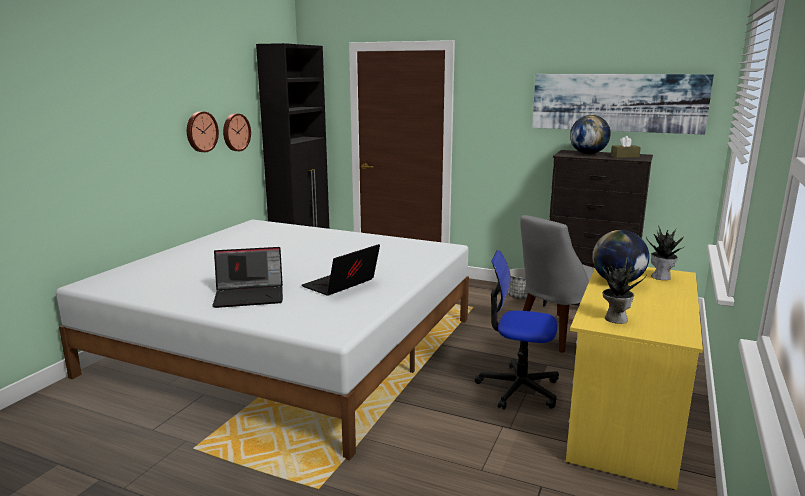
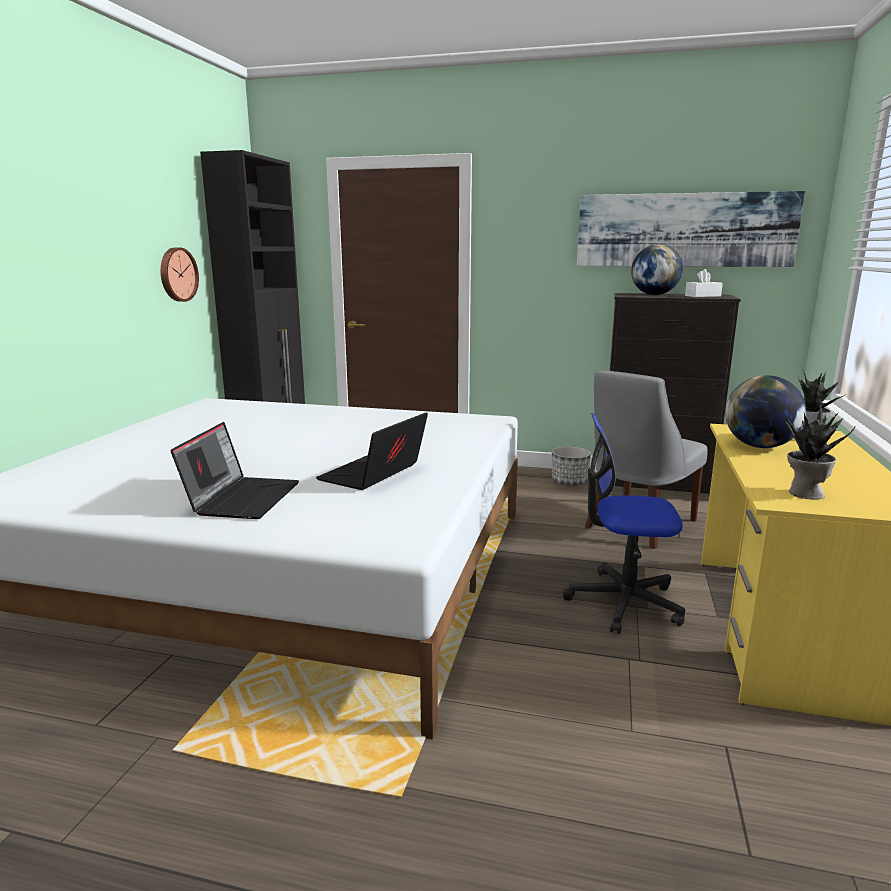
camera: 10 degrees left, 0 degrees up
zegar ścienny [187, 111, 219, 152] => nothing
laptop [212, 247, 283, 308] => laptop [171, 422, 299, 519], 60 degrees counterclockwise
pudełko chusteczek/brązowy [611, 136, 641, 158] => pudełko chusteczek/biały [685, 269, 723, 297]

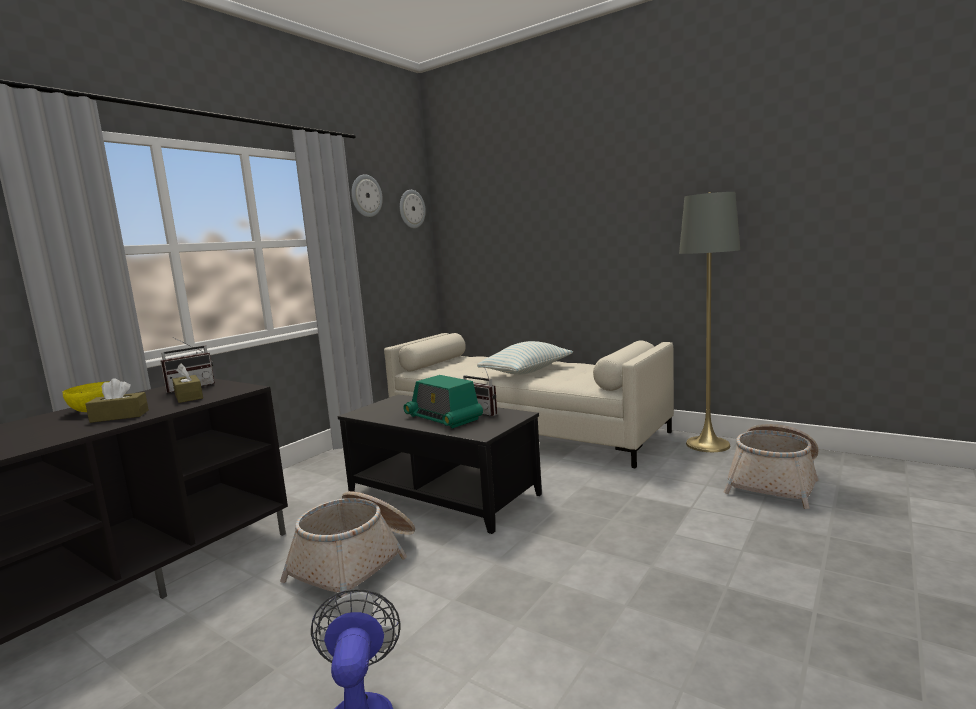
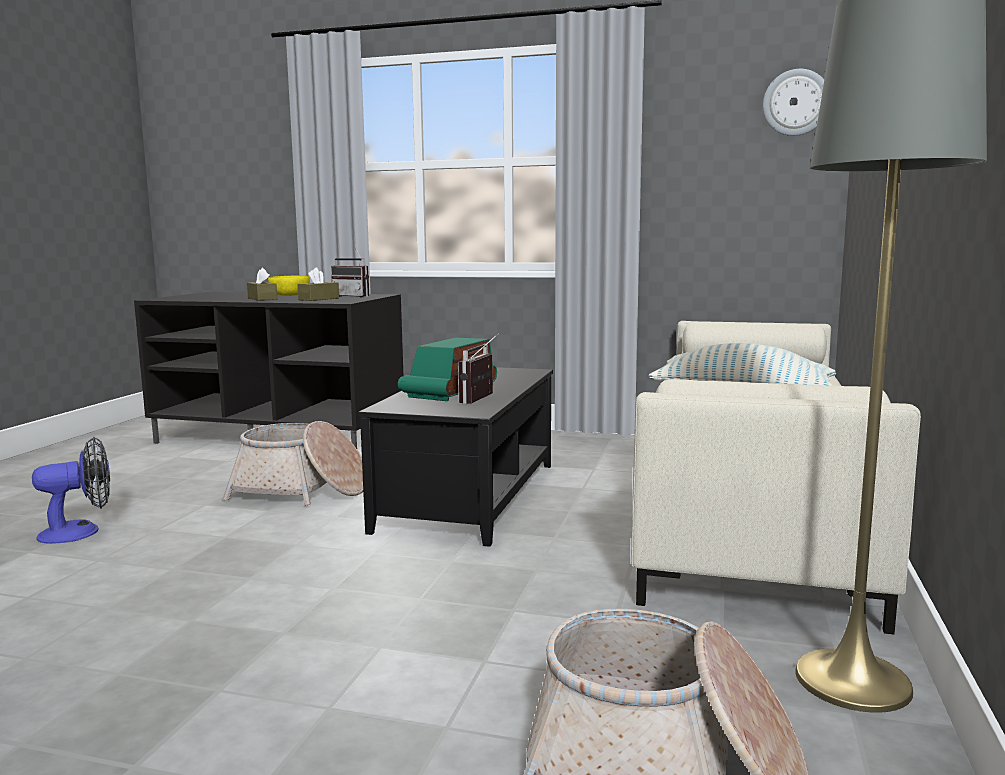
camera: 70 degrees right, 0 degrees up
zegar ścienny [351, 174, 383, 217] => nothing

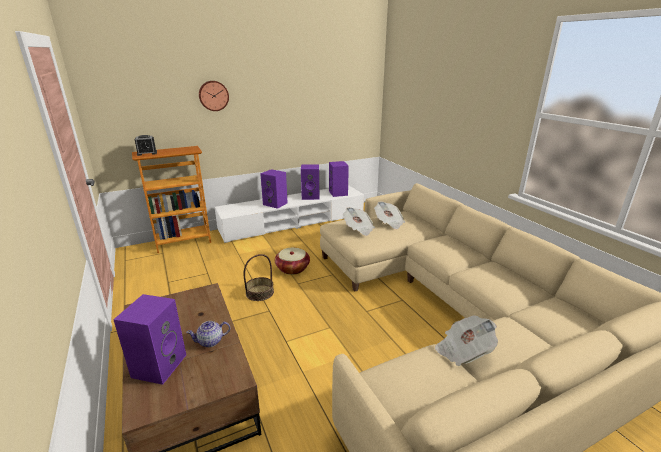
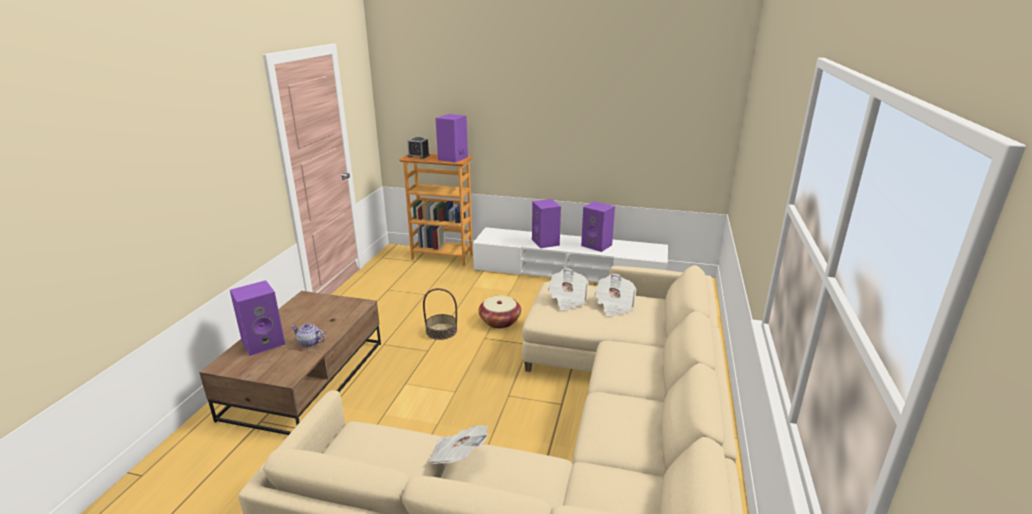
camera: 40 degrees right, 0 degrees up
zegar ścienny [199, 81, 229, 111] => nothing
głośnik/fioletowy [329, 161, 349, 197] => głośnik/fioletowy [436, 114, 468, 163], moved

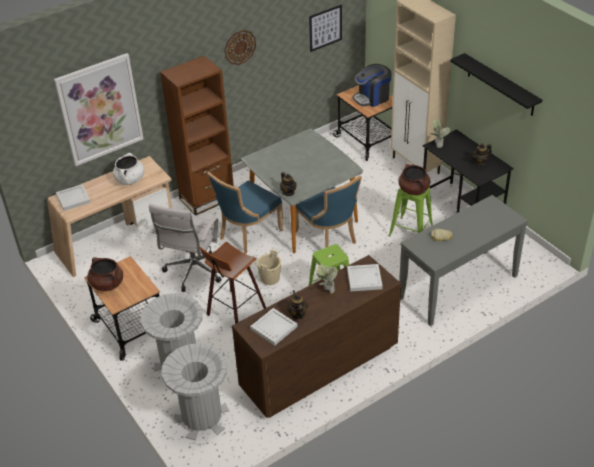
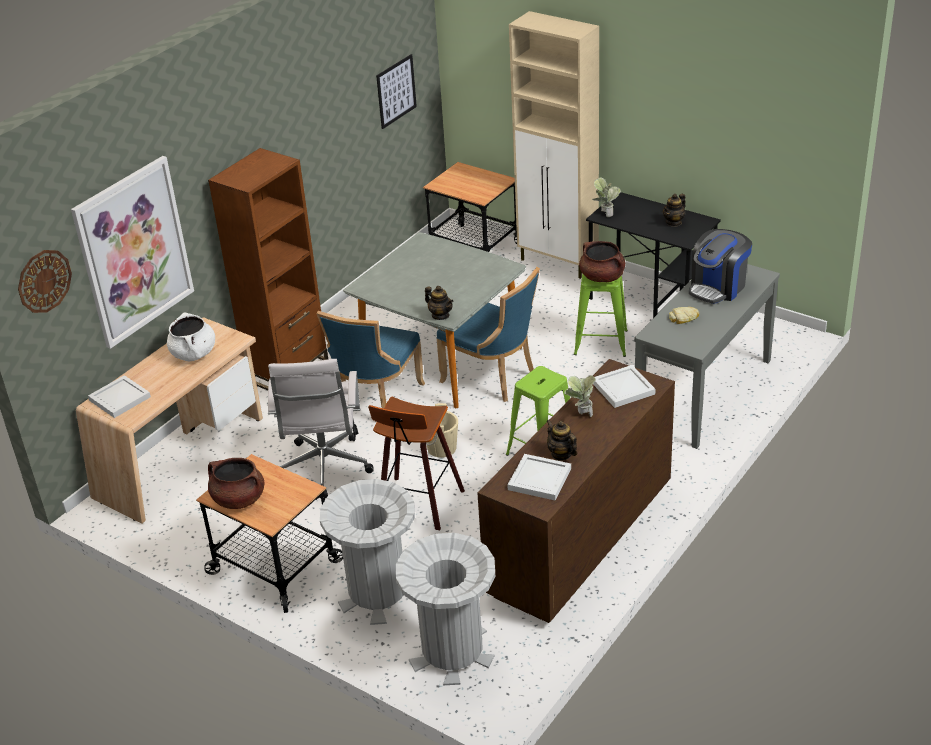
camera: 20 degrees left, 5 degrees down
zegar ścienny [225, 30, 256, 65] => zegar ścienny [18, 250, 72, 313], moved
ekspres do kawy [353, 64, 392, 107] => ekspres do kawy [689, 229, 752, 304], moved
półka/czarny [450, 53, 542, 116] => nothing

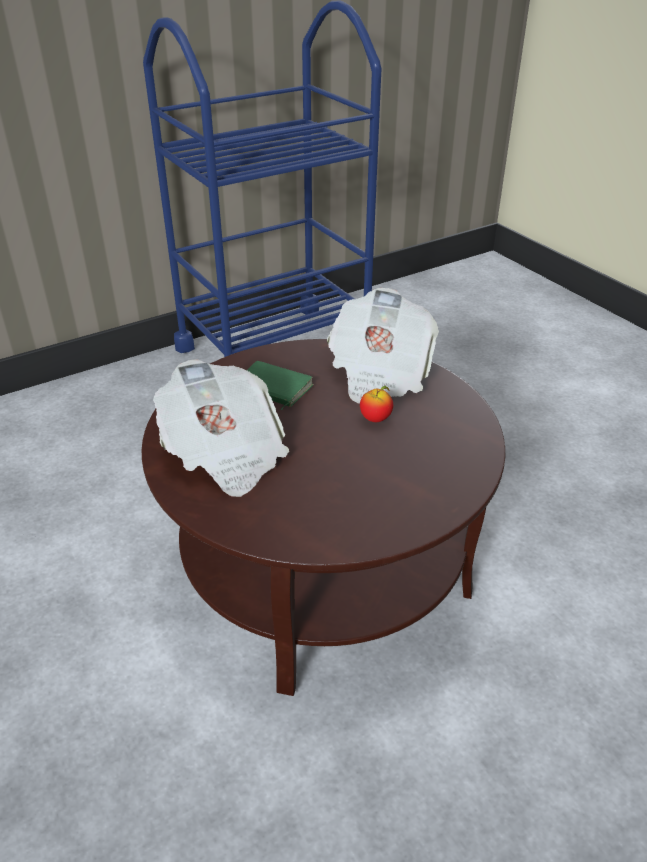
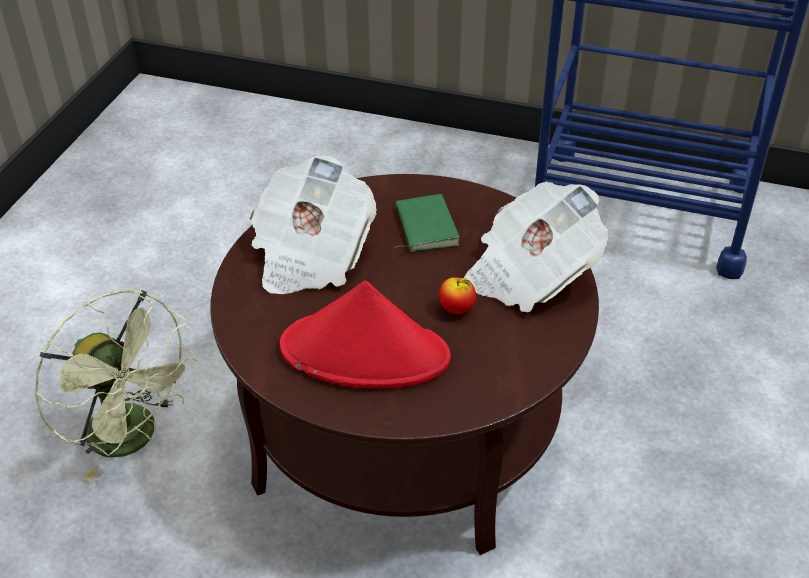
camera: 50 degrees right, 5 degrees up
nothing => wentylator/zielony [34, 289, 198, 482]
nothing => kapelusz/czerwony [280, 281, 451, 389]

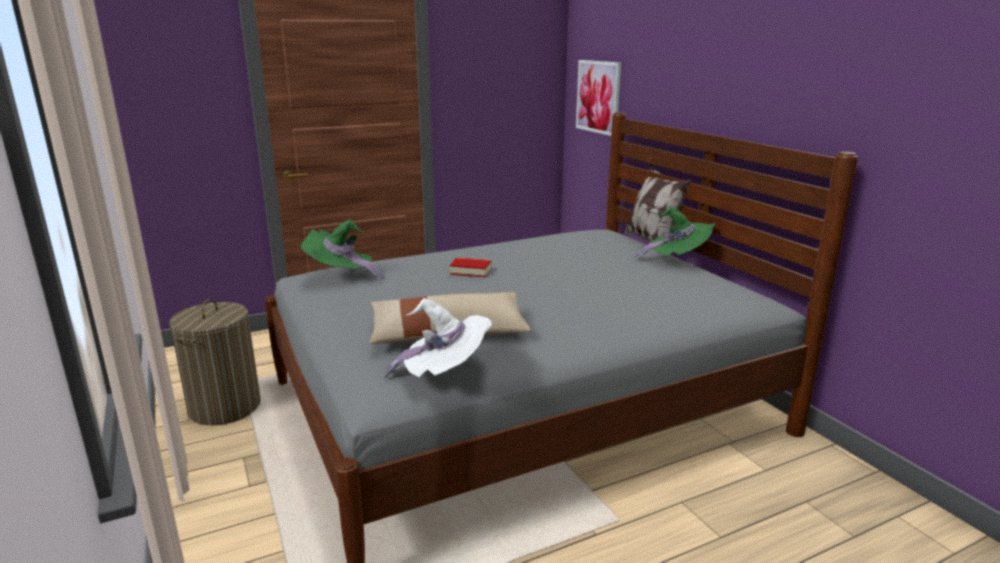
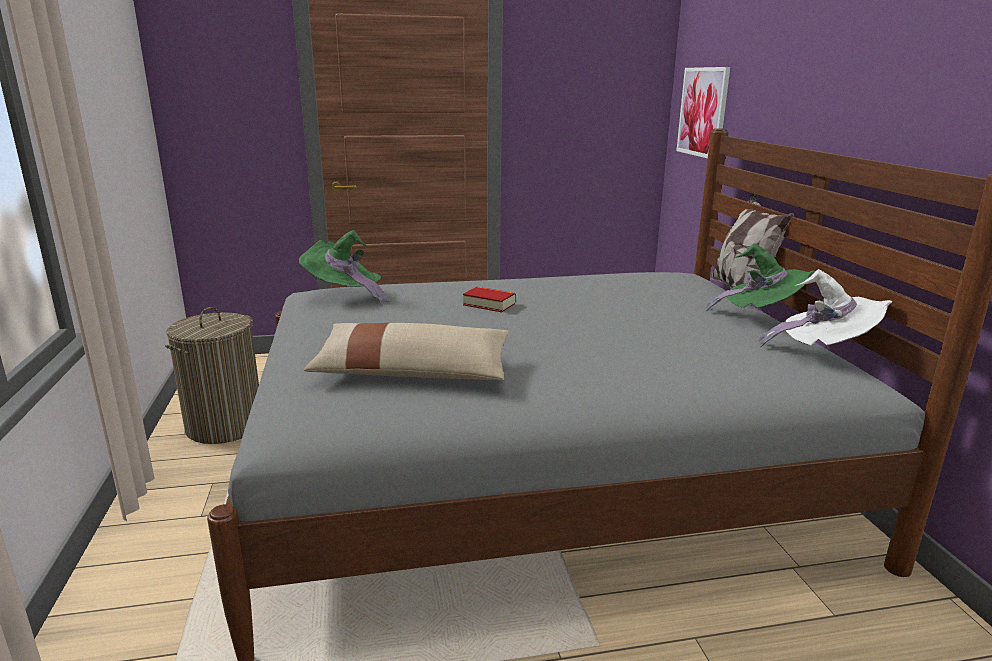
camera: 15 degrees right, 0 degrees up
kapelusz/biały [385, 298, 492, 378] => kapelusz/biały [759, 269, 892, 347], moved

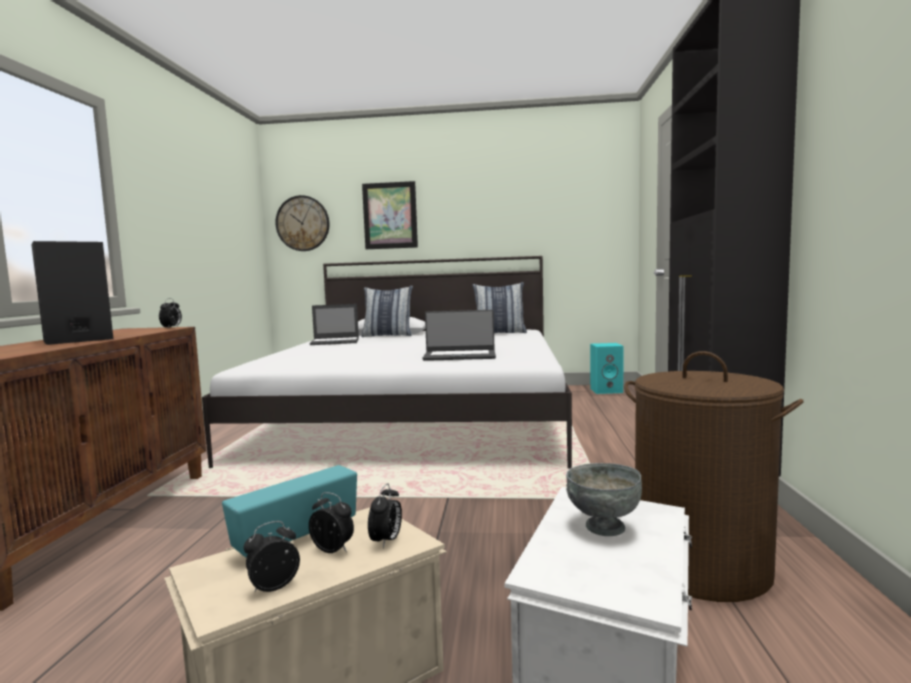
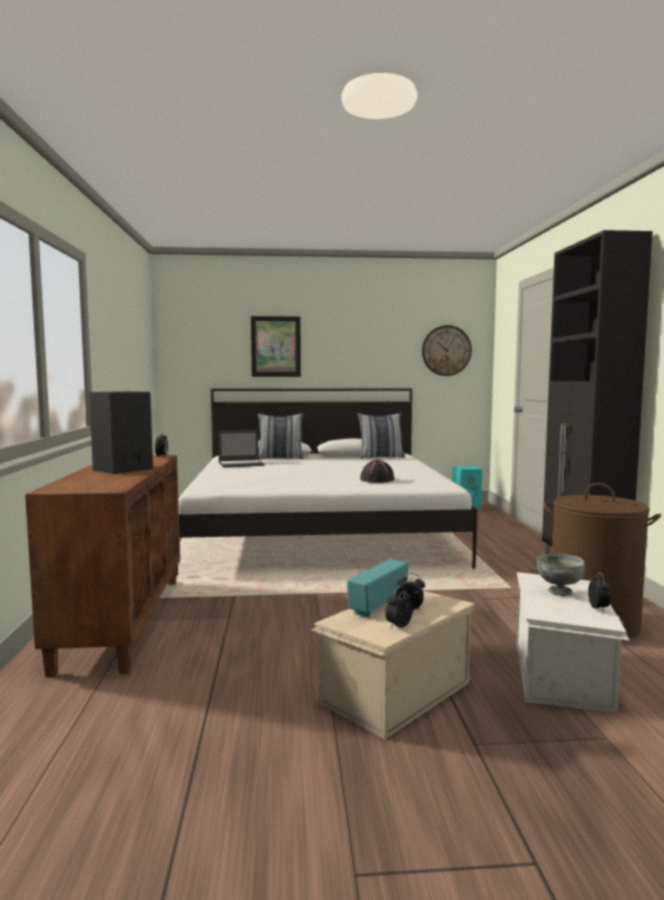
camera: 10 degrees left, 0 degrees up
zegar ścienny [275, 195, 330, 251] => zegar ścienny [422, 325, 472, 376], moved
budzik [368, 483, 402, 549] => budzik [588, 572, 611, 612], moved
laptop [423, 310, 496, 361] => kapelusz/czarny [360, 459, 394, 483]

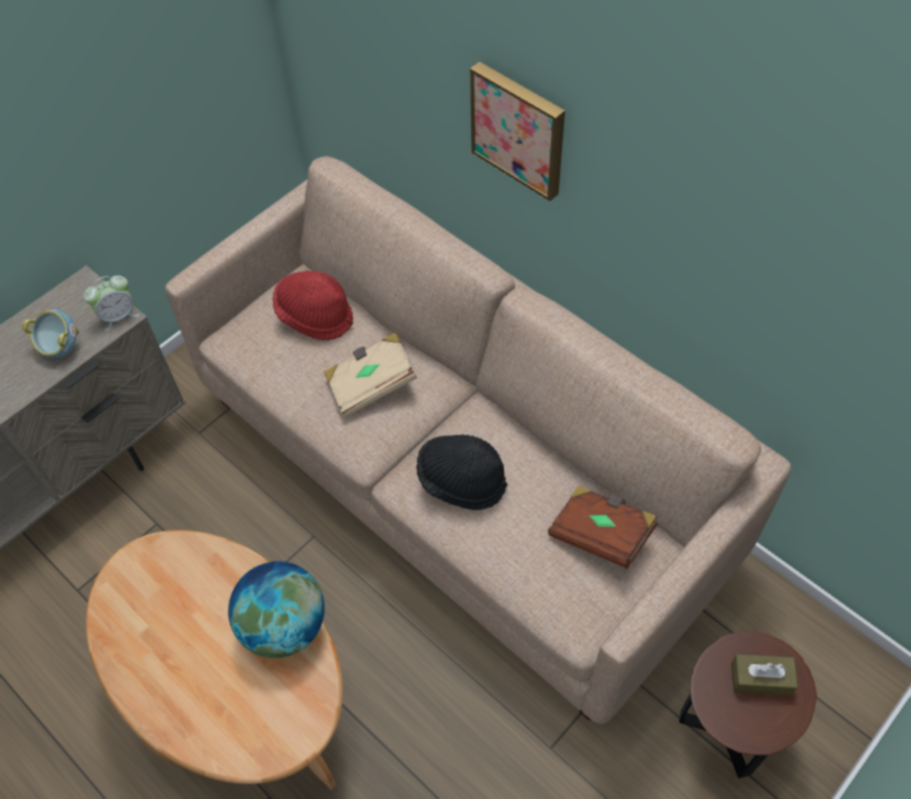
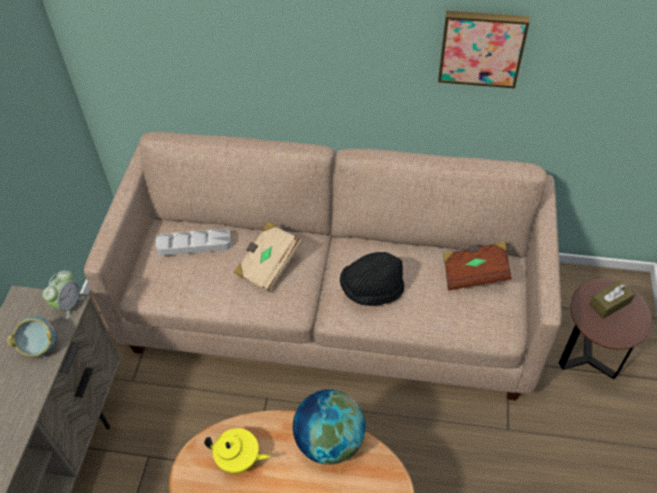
camera: 35 degrees left, 5 degrees down
kapelusz/czerwony [272, 271, 353, 340] => taca/szary [156, 229, 231, 256]
obraz [470, 62, 565, 201] => obraz [438, 11, 530, 88], moved
nothing => imbryk/żółty [204, 428, 270, 474]

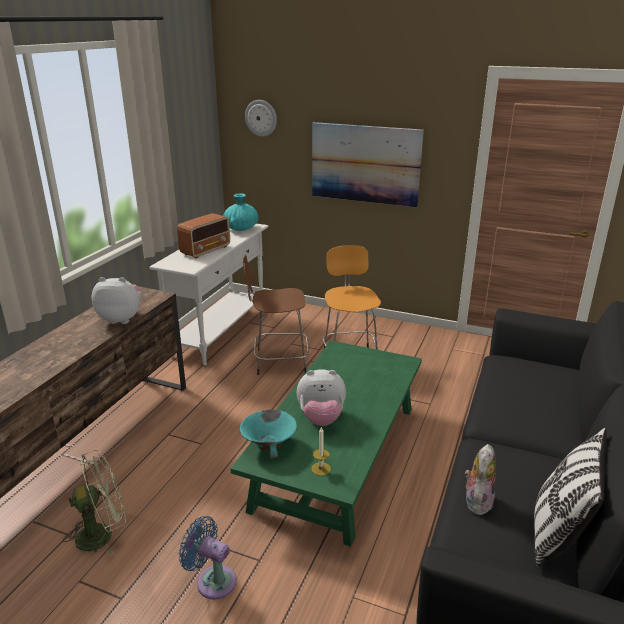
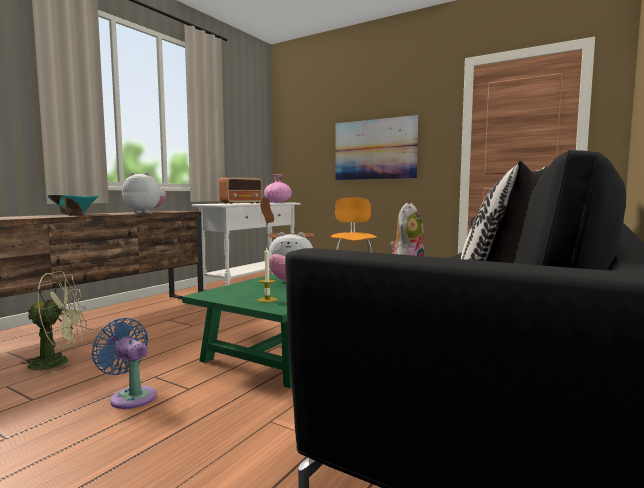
camera: 10 degrees right, 20 degrees down
wazon/turkusowy [223, 193, 258, 231] => wazon/różowy [264, 174, 292, 203]
miska/turkusowy [240, 410, 297, 459] => miska/turkusowy [47, 194, 99, 215], moved
zegar ścienny [245, 100, 277, 137] => nothing

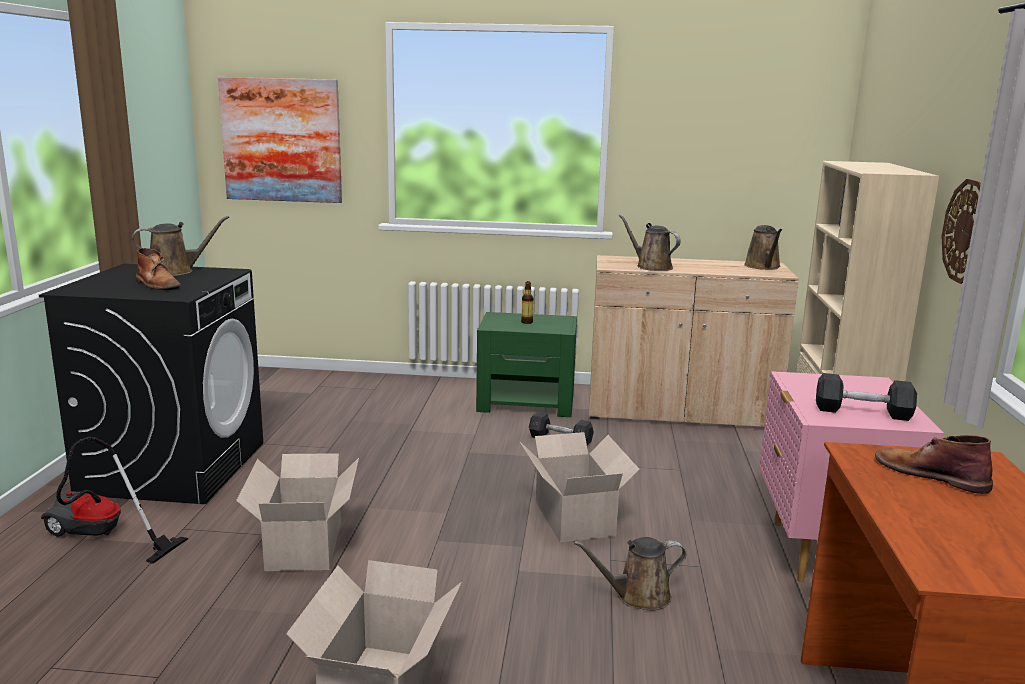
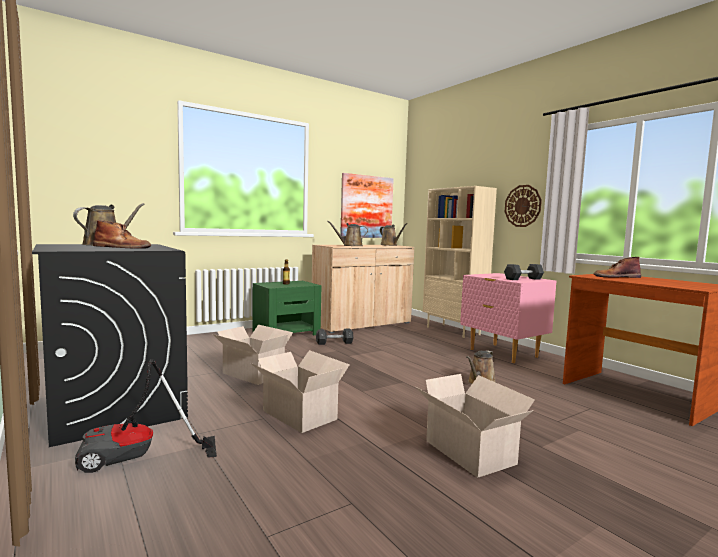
camera: 40 degrees left, 10 degrees down
obraz [218, 77, 342, 203] => obraz [340, 173, 394, 238], moved
karton [520, 432, 640, 542] => karton [213, 325, 293, 385], moved

